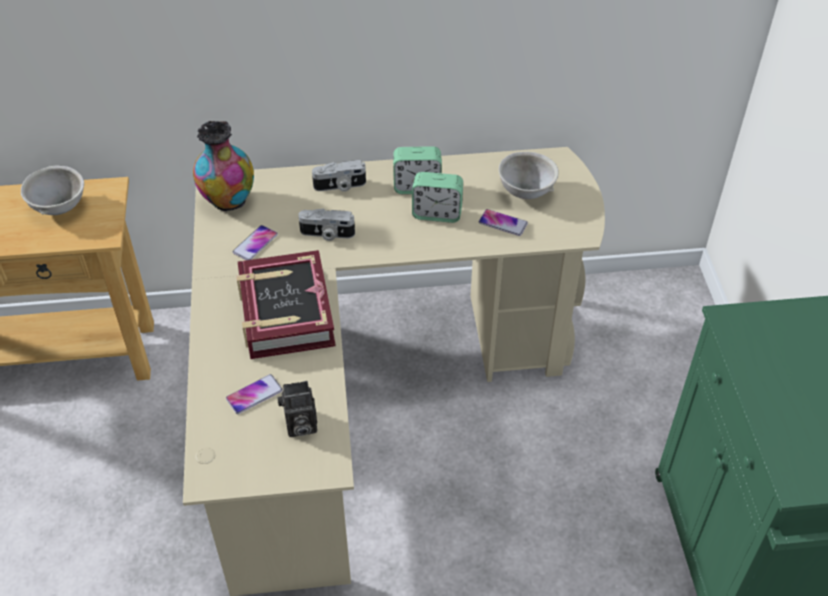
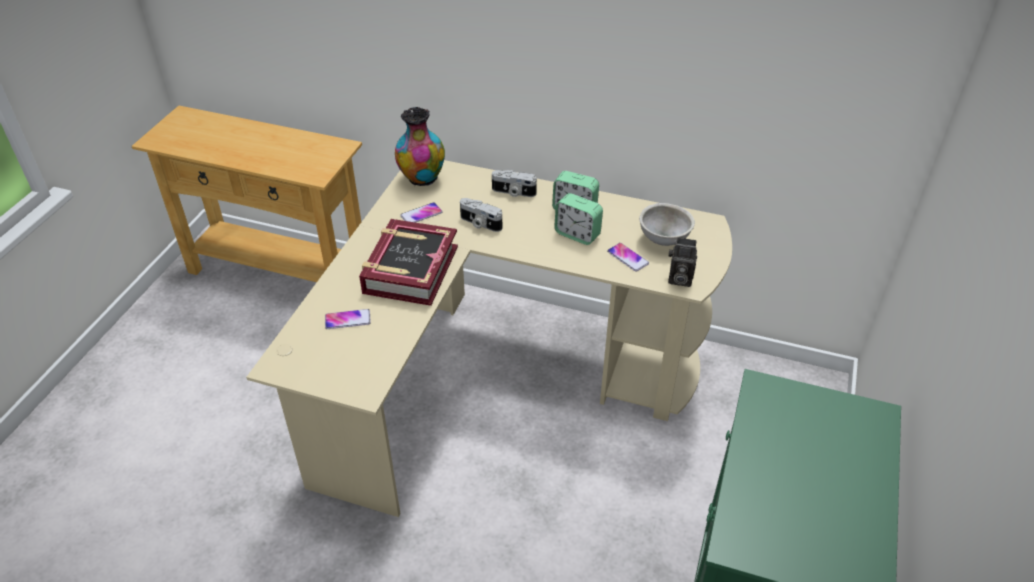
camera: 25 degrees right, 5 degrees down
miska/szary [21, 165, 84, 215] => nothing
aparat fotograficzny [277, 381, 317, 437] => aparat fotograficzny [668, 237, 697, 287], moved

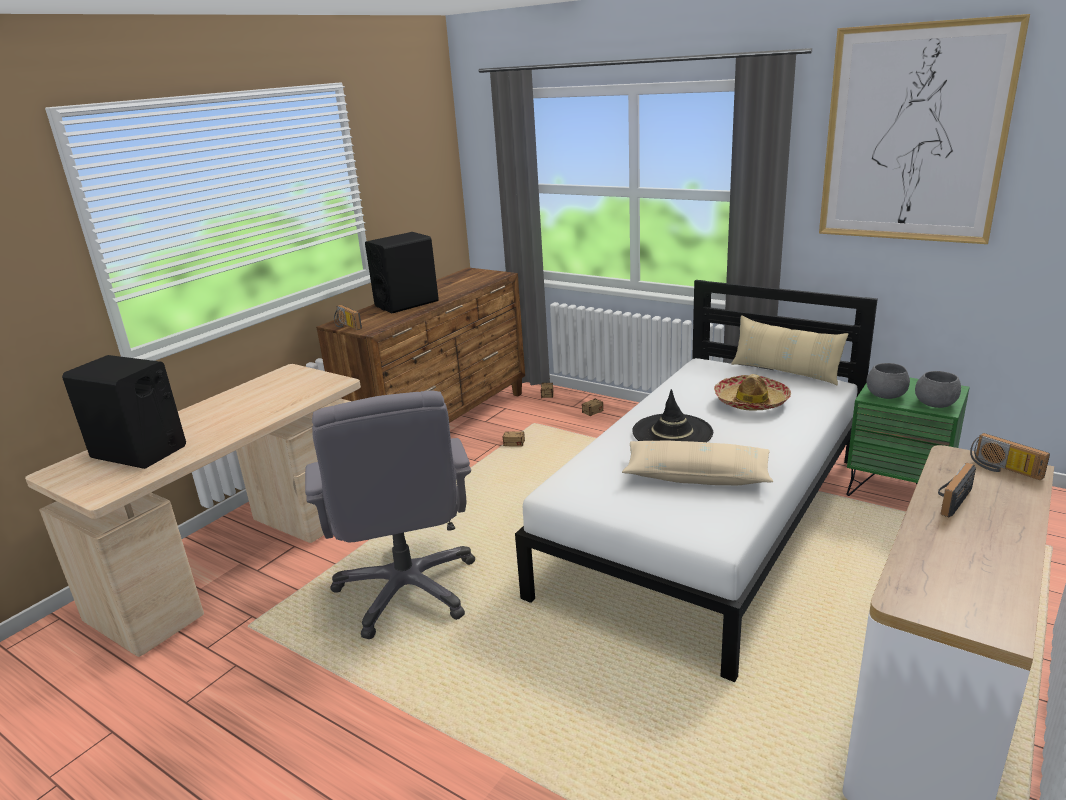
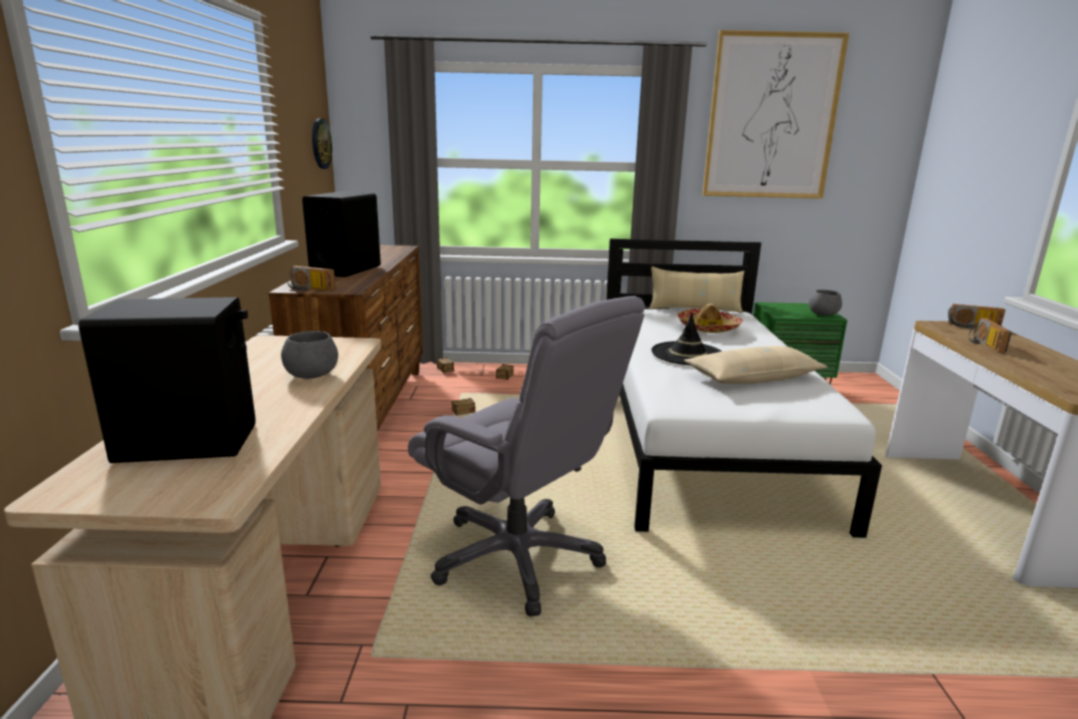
camera: 35 degrees left, 5 degrees down
miska/szary [867, 363, 910, 399] => miska/szary [281, 331, 338, 379], moved
nothing => zegar ścienny [312, 118, 332, 169]

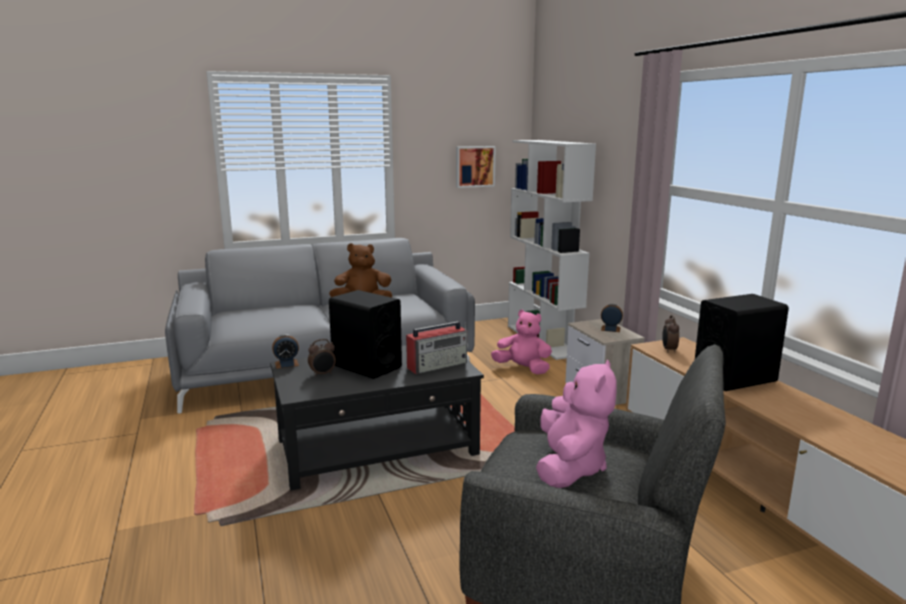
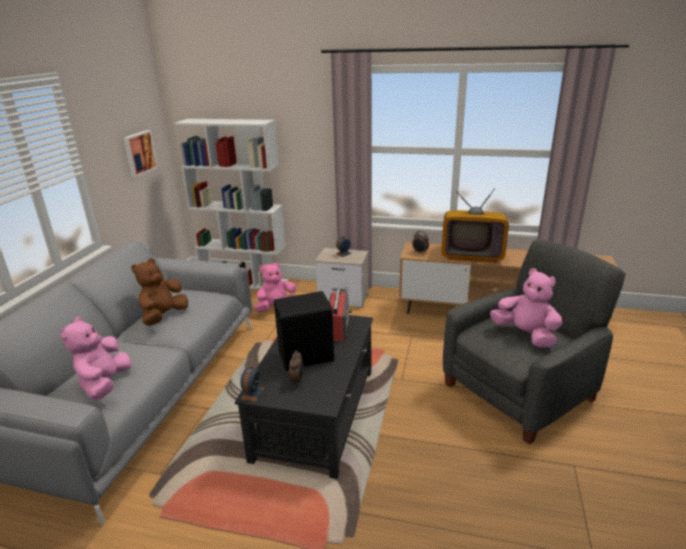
camera: 55 degrees left, 10 degrees up
głośnik/czarny [695, 294, 789, 391] => telewizor [441, 188, 509, 263]
nothing => pluszak/różowy [60, 317, 132, 400]

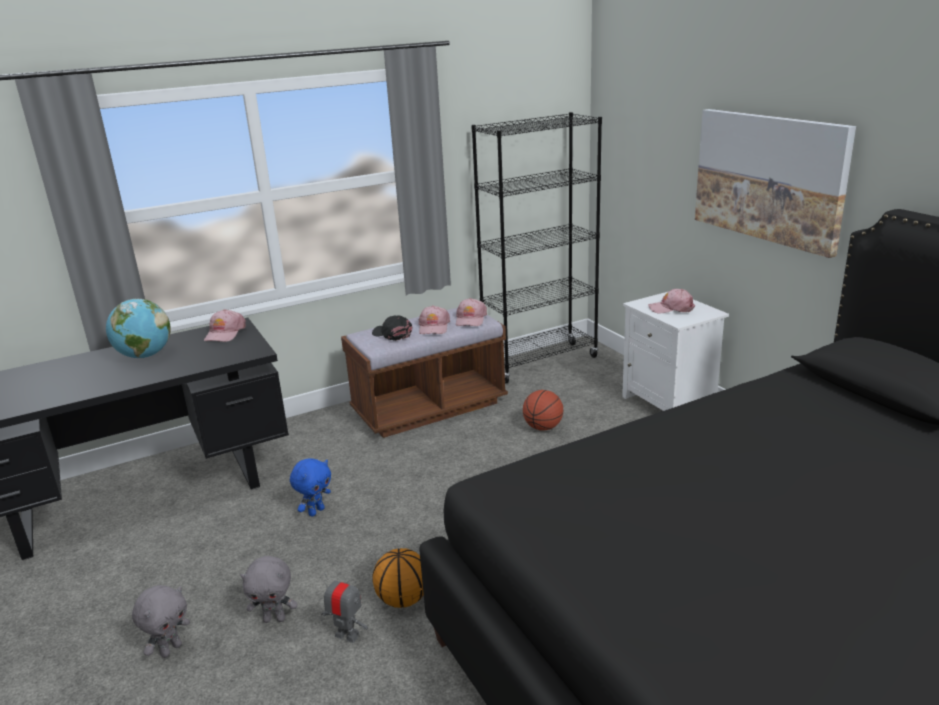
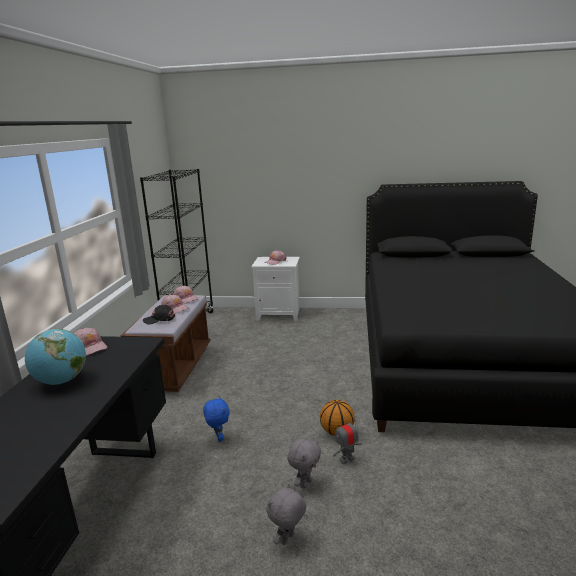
camera: 55 degrees left, 5 degrees down
pluszak/szary [132, 585, 190, 658] => pluszak/szary [267, 483, 306, 545], 120 degrees counterclockwise
piłka do koszykówki [523, 390, 563, 430] => nothing
obraz [695, 109, 856, 258] => nothing

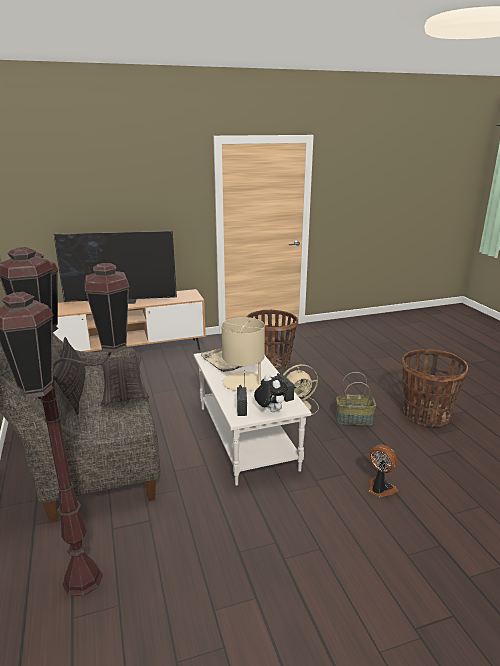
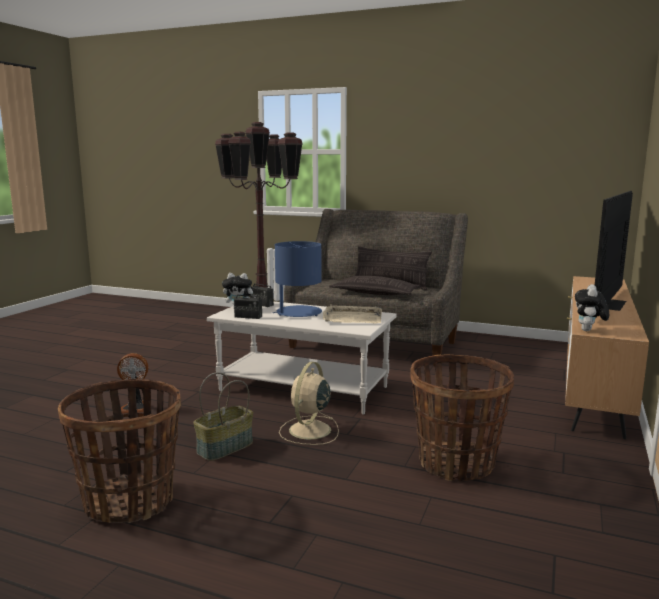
camera: 130 degrees right, 10 degrees down
lampa stołowa/beżowy [222, 317, 265, 391] => lampa stołowa/niebieski [272, 241, 322, 317]
nothing => pluszak [575, 284, 609, 331]

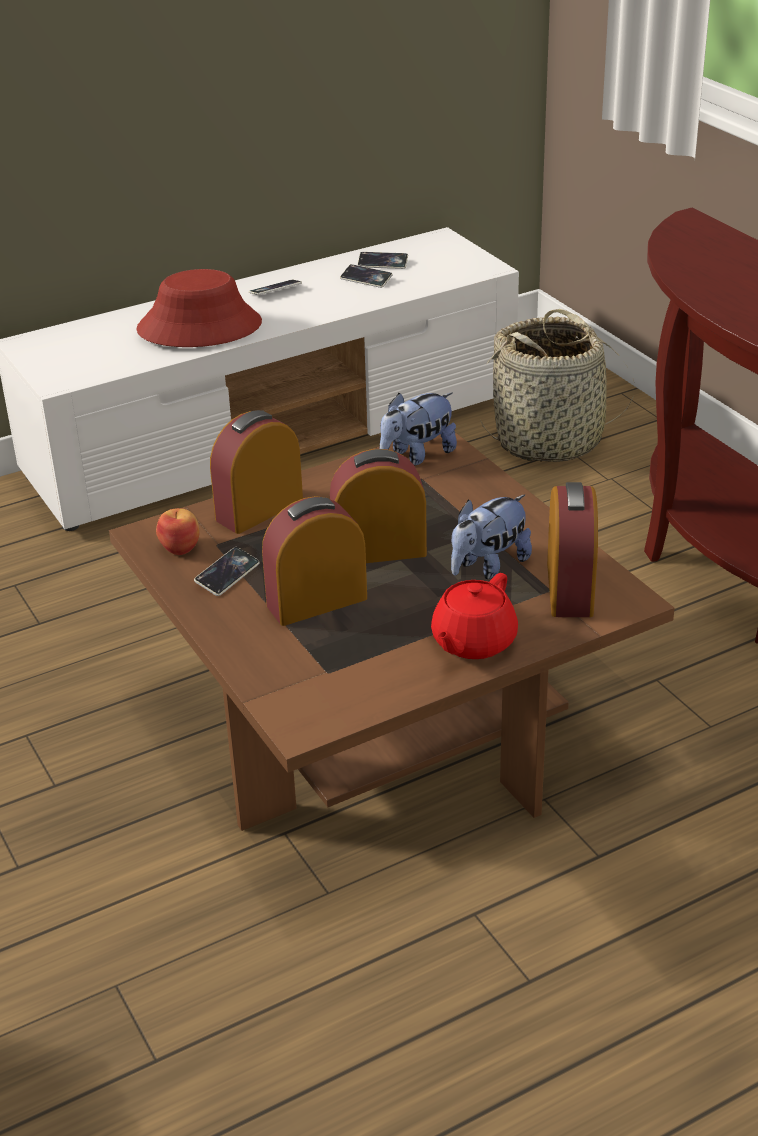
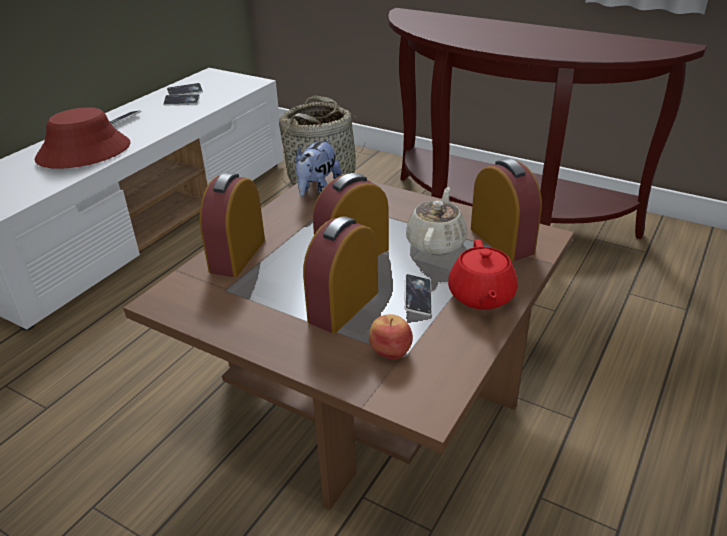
camera: 30 degrees left, 0 degrees up
jabłko [156, 508, 199, 555] => jabłko [369, 314, 413, 359], moved
telefon [194, 547, 260, 596] => telefon [404, 274, 432, 316], moved
pluszak [451, 495, 532, 579] => imbryk/beżowy [406, 187, 467, 255]

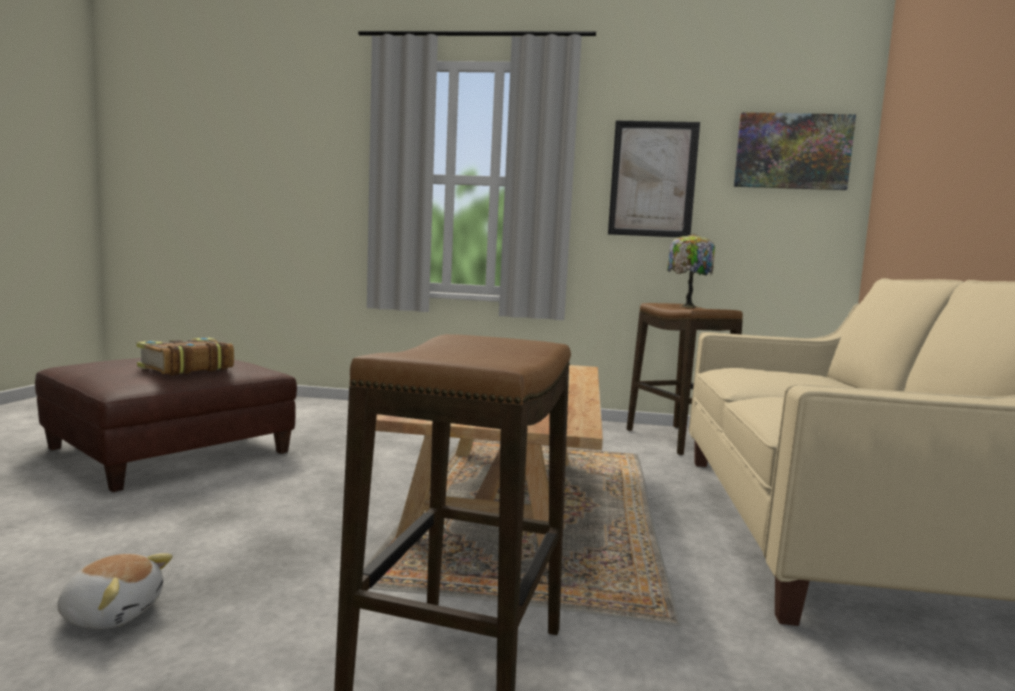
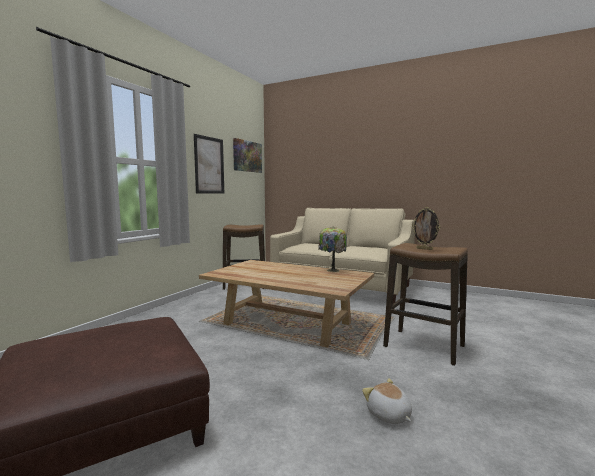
camera: 70 degrees left, 0 degrees up
pluszak [57, 553, 173, 629] => pluszak [362, 378, 412, 424], 60 degrees counterclockwise
książka [136, 337, 234, 375] => nothing
lampa stołowa [667, 234, 715, 308] => lampa stołowa [318, 227, 347, 272], moved
nothing => ramka na zdjęcie [412, 207, 440, 250]

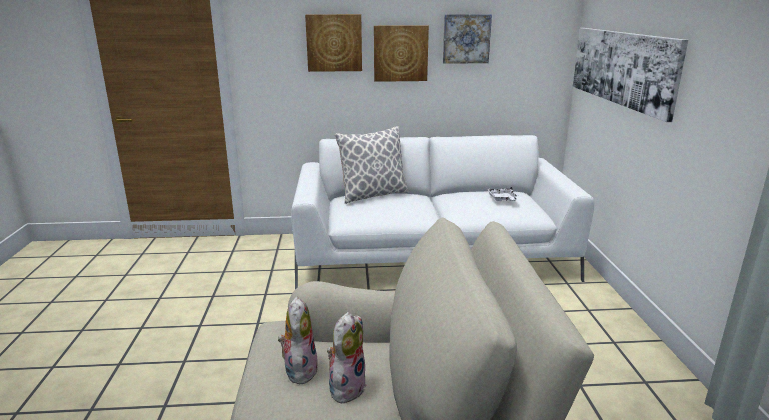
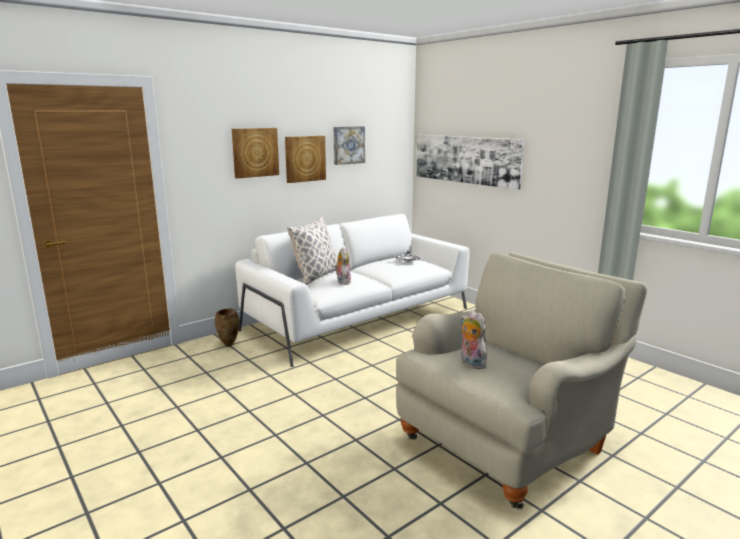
camera: 35 degrees left, 5 degrees down
pluszak [327, 312, 367, 406] => pluszak [335, 247, 351, 285], moved
nothing => wazon/brązowy [215, 309, 239, 347]

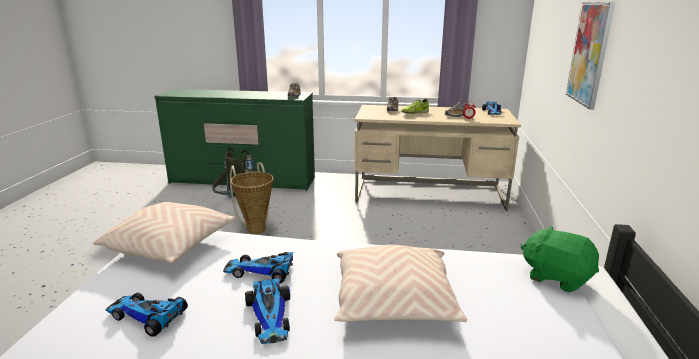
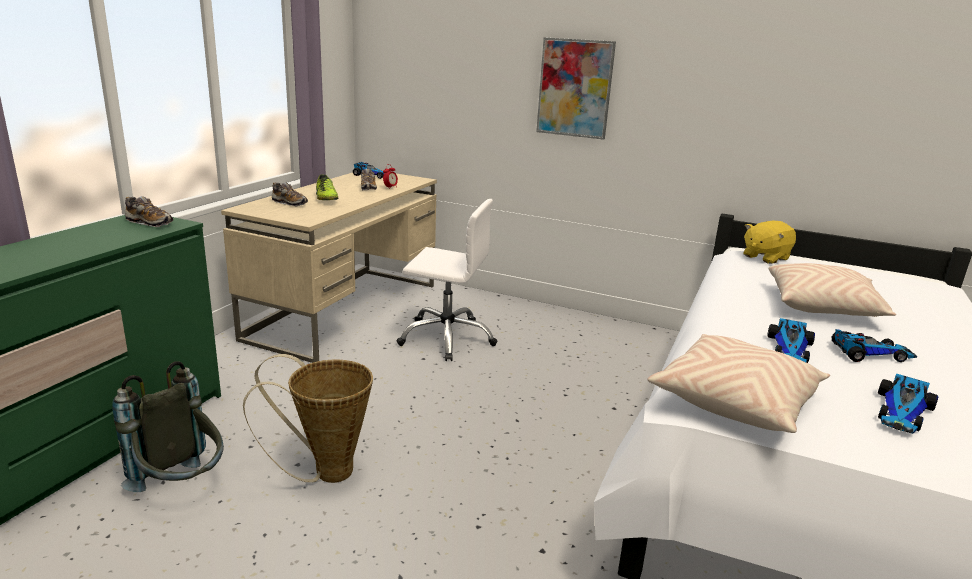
camera: 75 degrees left, 0 degrees up
pluszak/zielony [521, 226, 599, 292] => pluszak/żółty [743, 221, 796, 264]
nothing => krzesło biurowe/biały [396, 199, 497, 361]

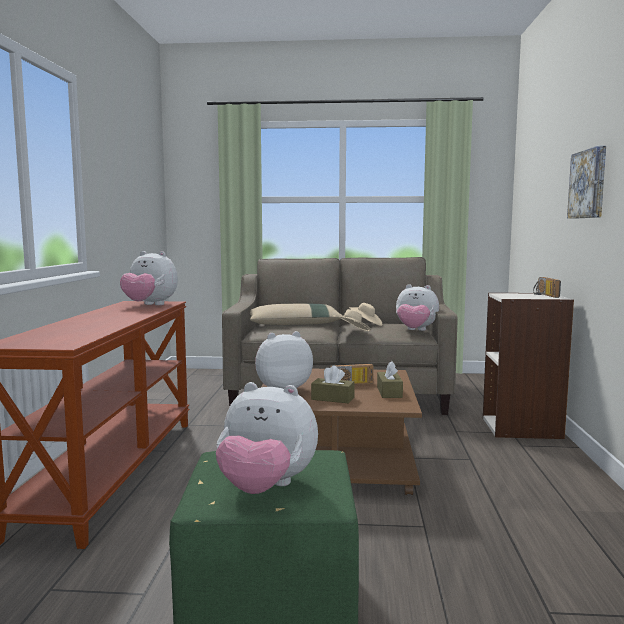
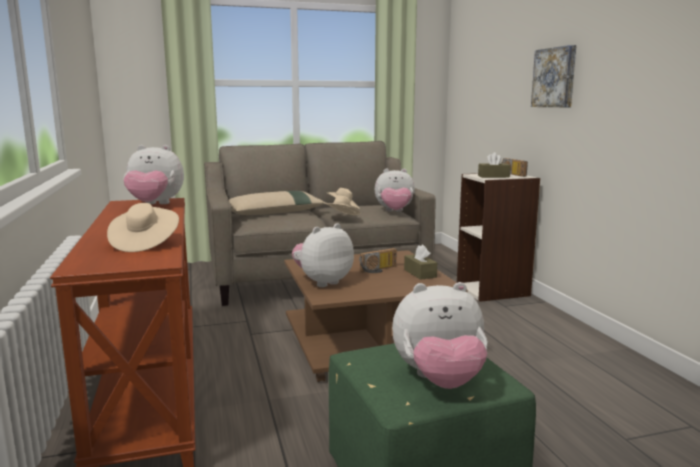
camera: 20 degrees left, 5 degrees up
pudełko chusteczek/brązowy [311, 366, 355, 404] => pudełko chusteczek/brązowy [478, 152, 511, 178], moved
nothing => kapelusz/beżowy [107, 203, 179, 252]

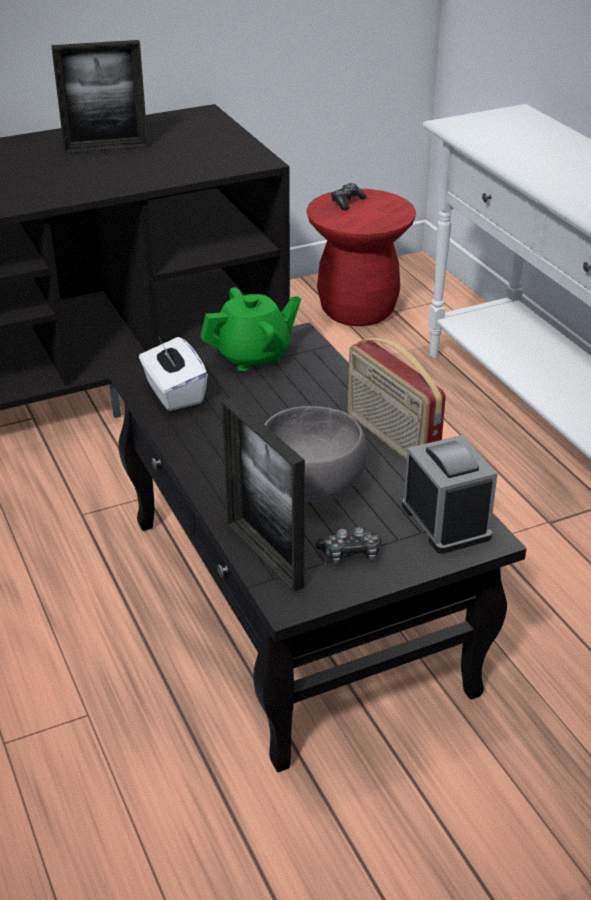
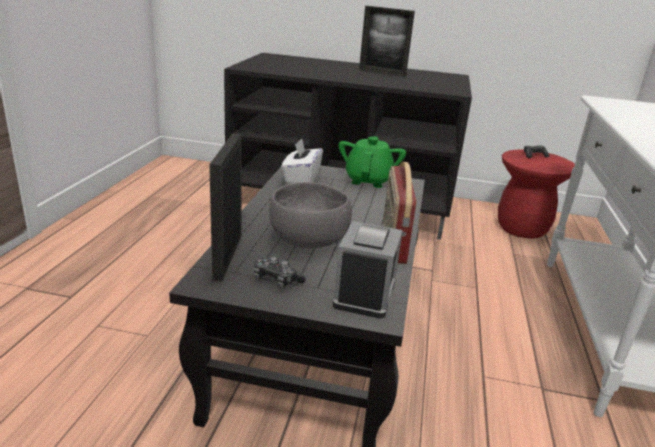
camera: 35 degrees right, 10 degrees down
imbryk/zielony [200, 287, 301, 371] => imbryk/zielony [338, 136, 406, 188], 90 degrees counterclockwise

